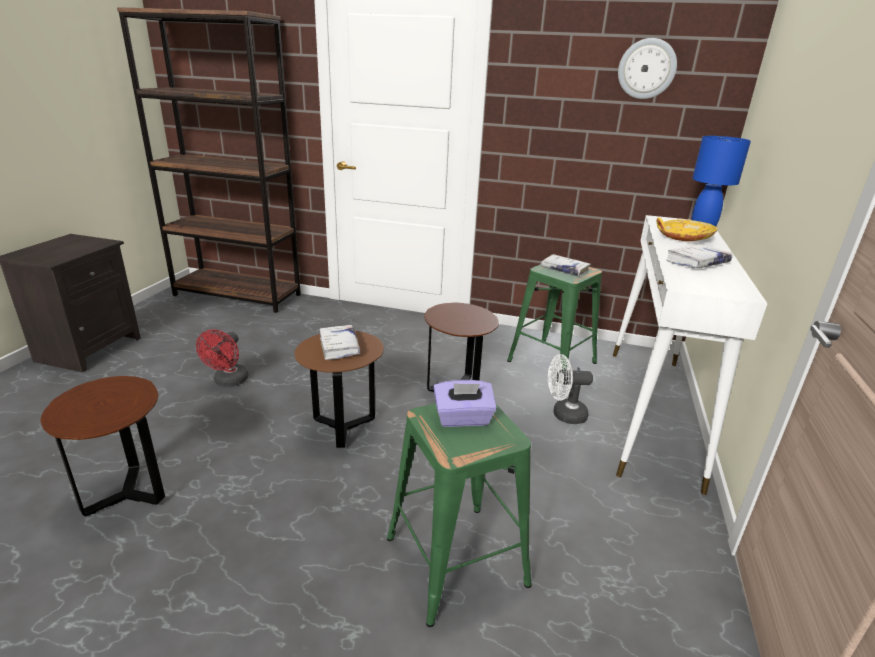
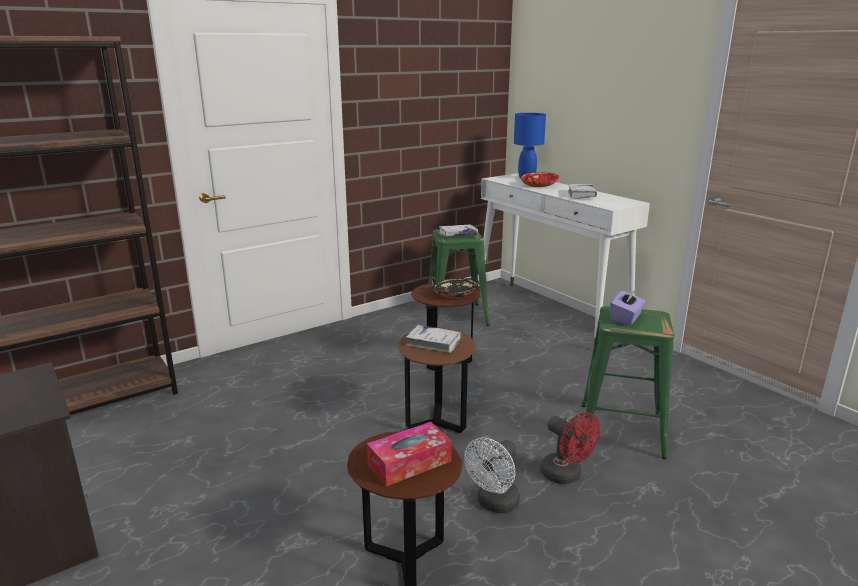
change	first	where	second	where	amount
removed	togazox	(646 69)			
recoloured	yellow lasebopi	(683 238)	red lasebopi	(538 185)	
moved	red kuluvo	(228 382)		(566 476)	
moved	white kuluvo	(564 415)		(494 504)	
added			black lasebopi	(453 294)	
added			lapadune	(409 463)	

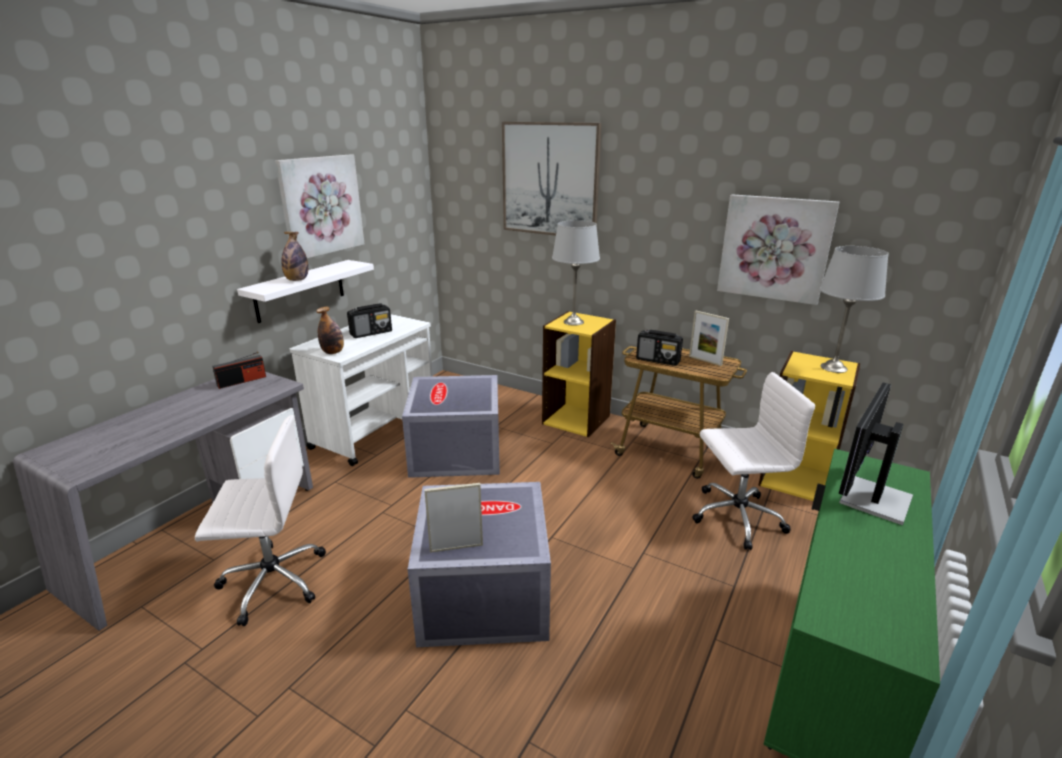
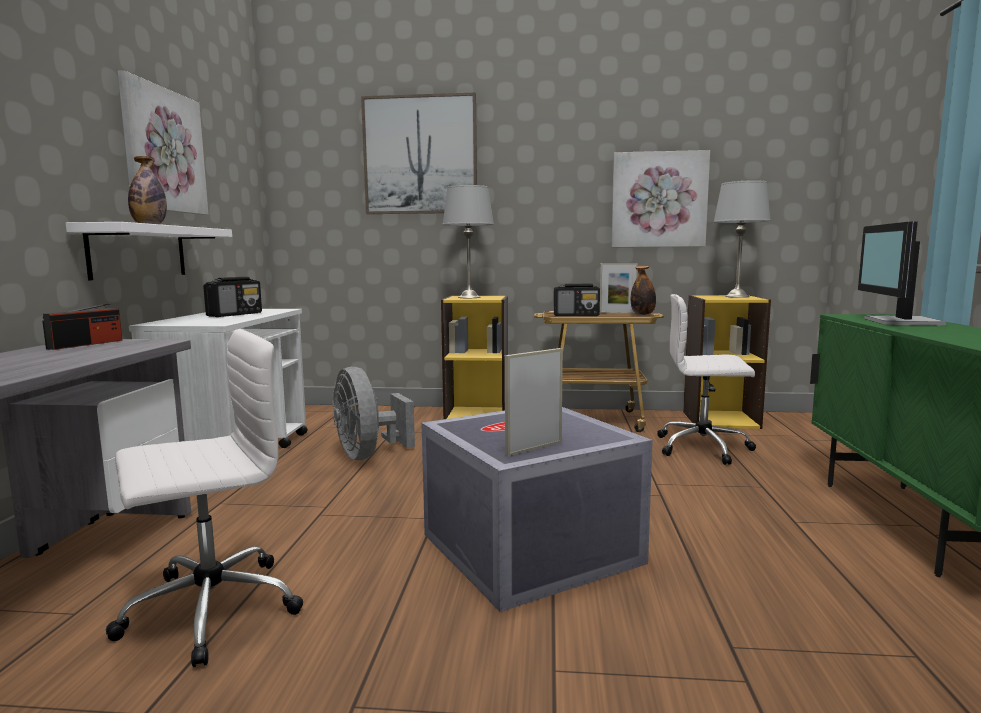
change	first	where	second	where	amount
moved	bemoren	(333 352)		(643 314)	
turned	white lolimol	(735 517)		(704 447)	135 degrees counterclockwise
replaced	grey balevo	(457 452)	grey kuluvo	(368 455)	

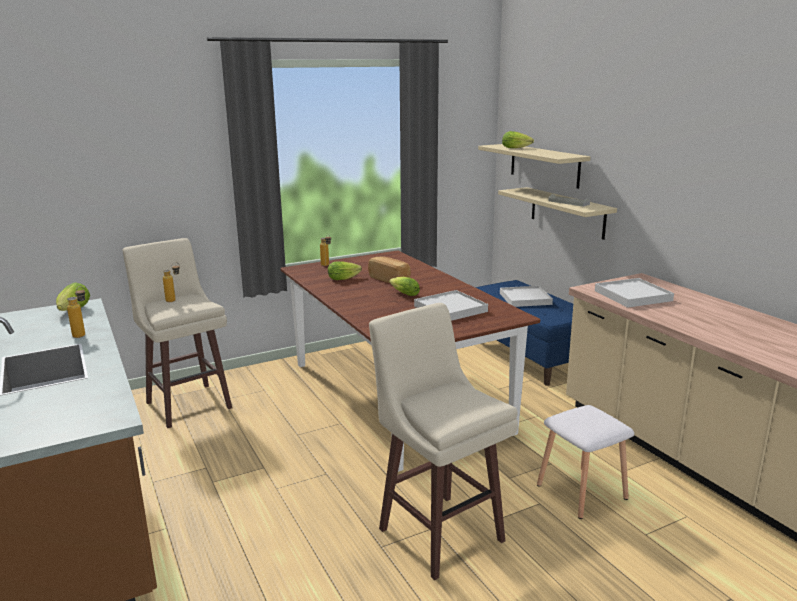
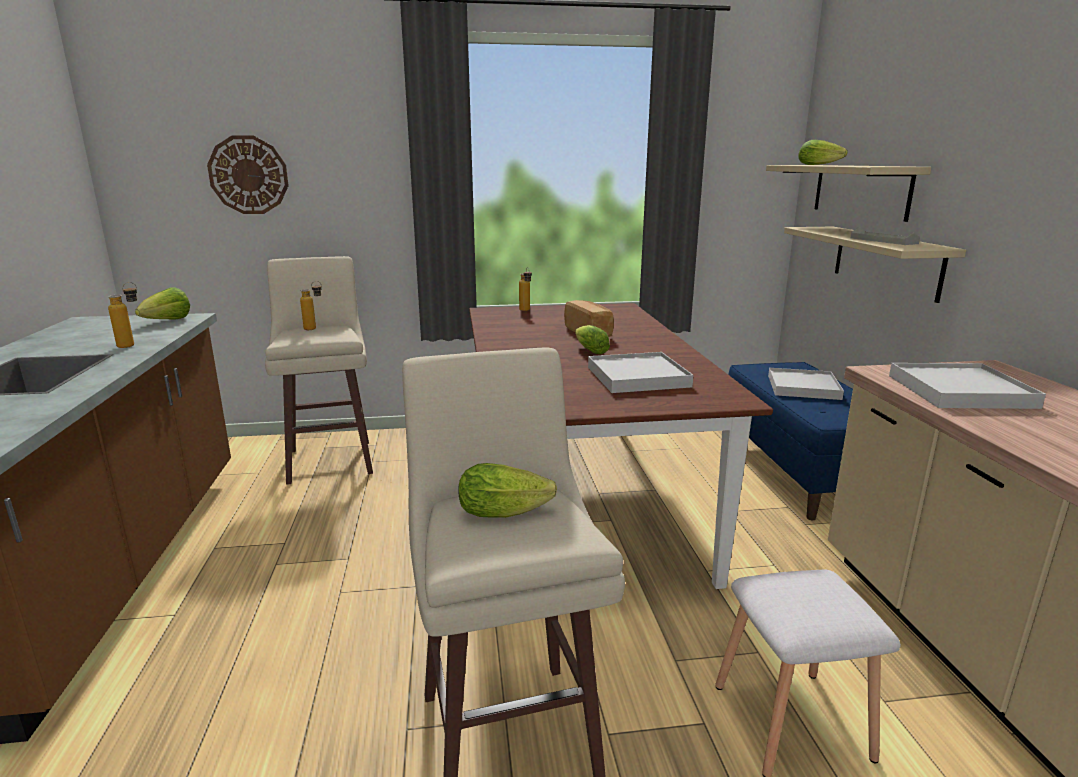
change	first	where	second	where	amount
moved	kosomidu	(345 278)		(508 511)	
added			togazox	(248 175)	

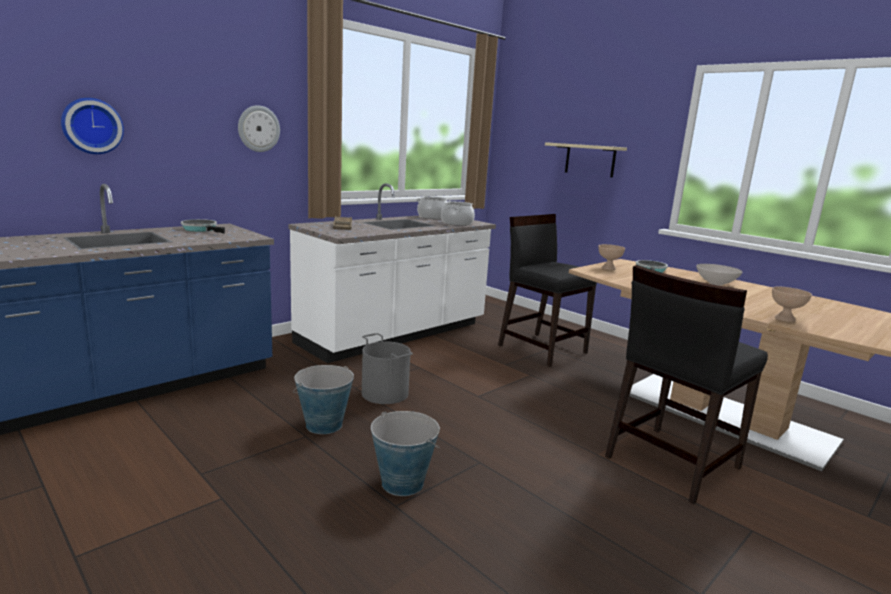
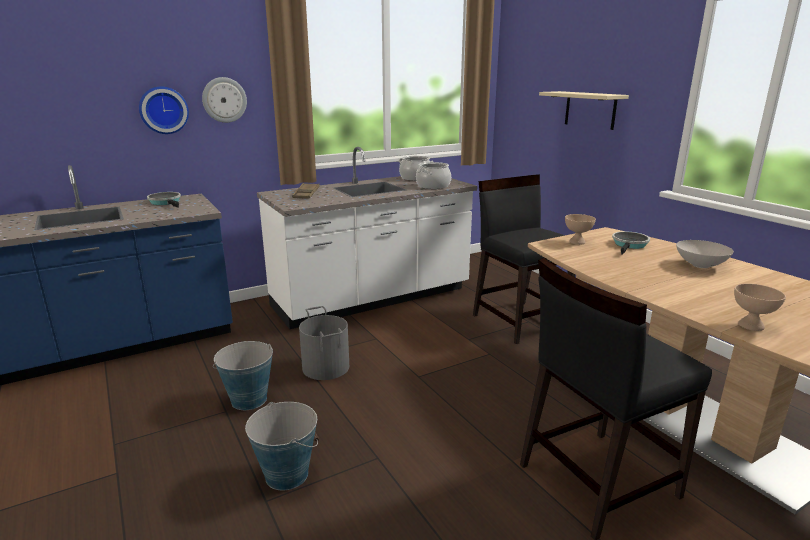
change	first	where	second	where	amount
moved	togazox	(92 126)		(163 110)	

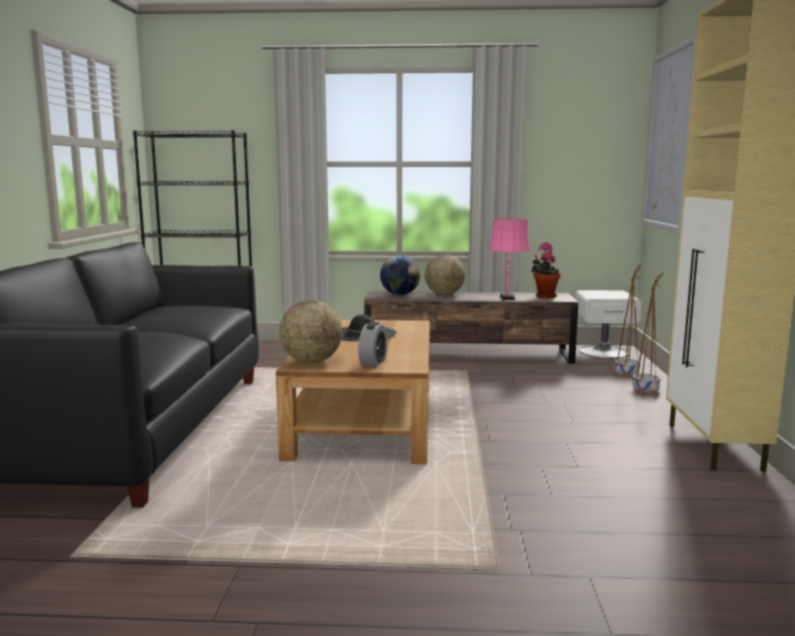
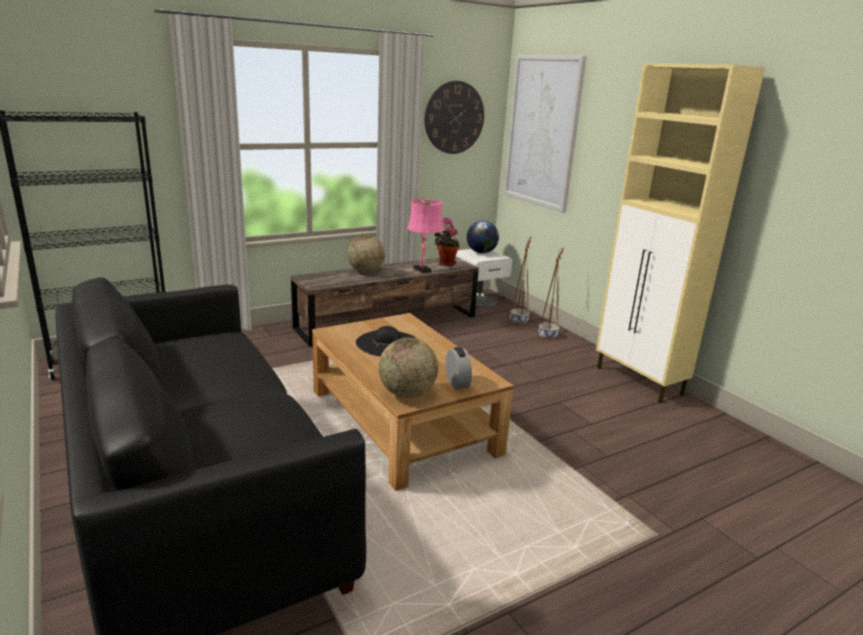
change	first	where	second	where	amount
moved	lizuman	(400 295)		(481 252)	
added			togazox	(454 117)	

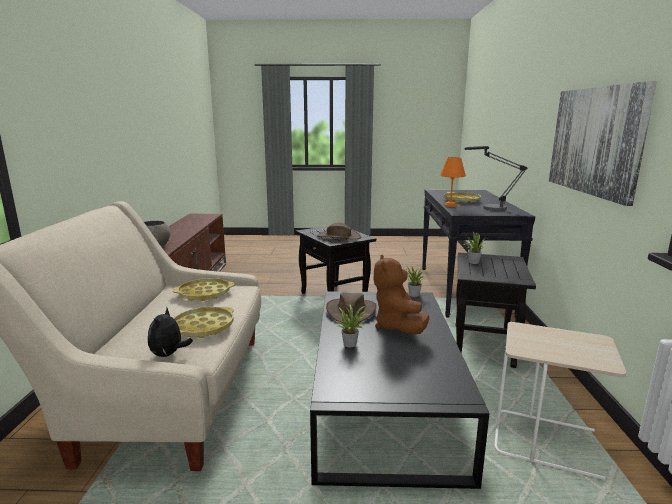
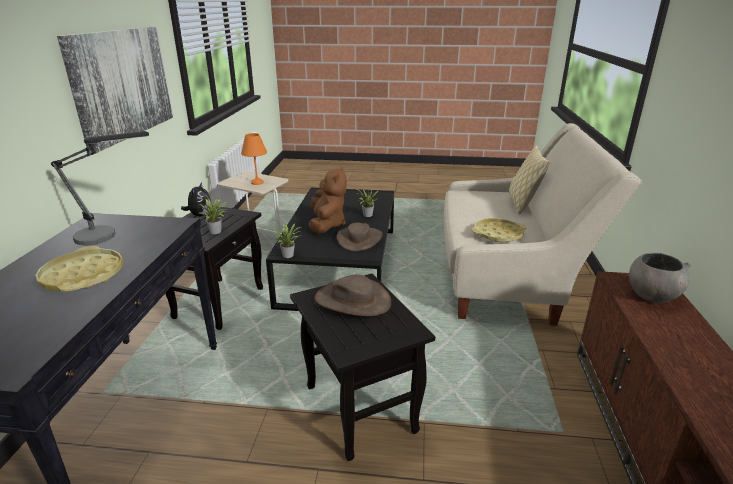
change	first	where	second	where	amount
moved	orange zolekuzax	(451 205)		(256 182)	
moved	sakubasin	(169 354)		(200 215)	
removed	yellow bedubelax	(203 327)			
added			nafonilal	(522 204)	

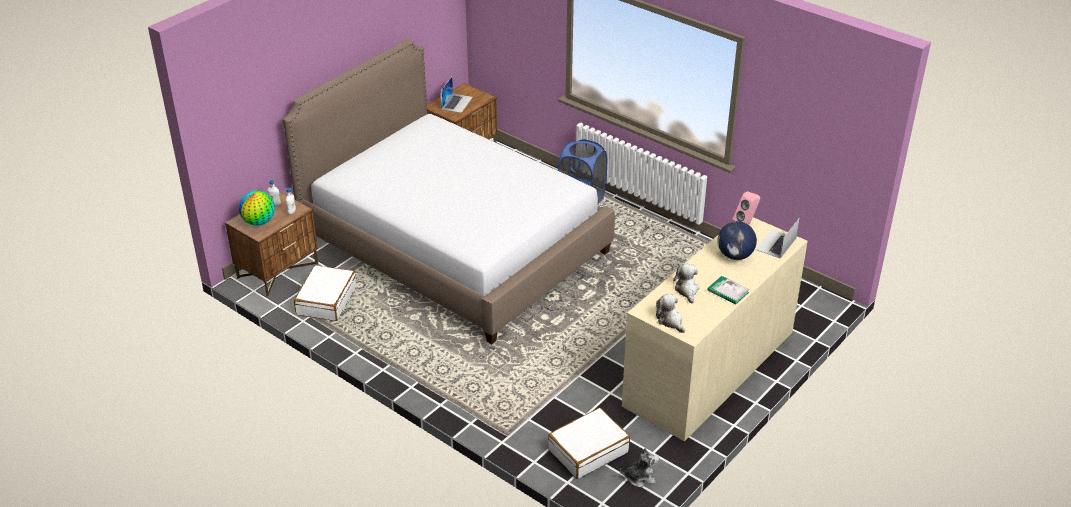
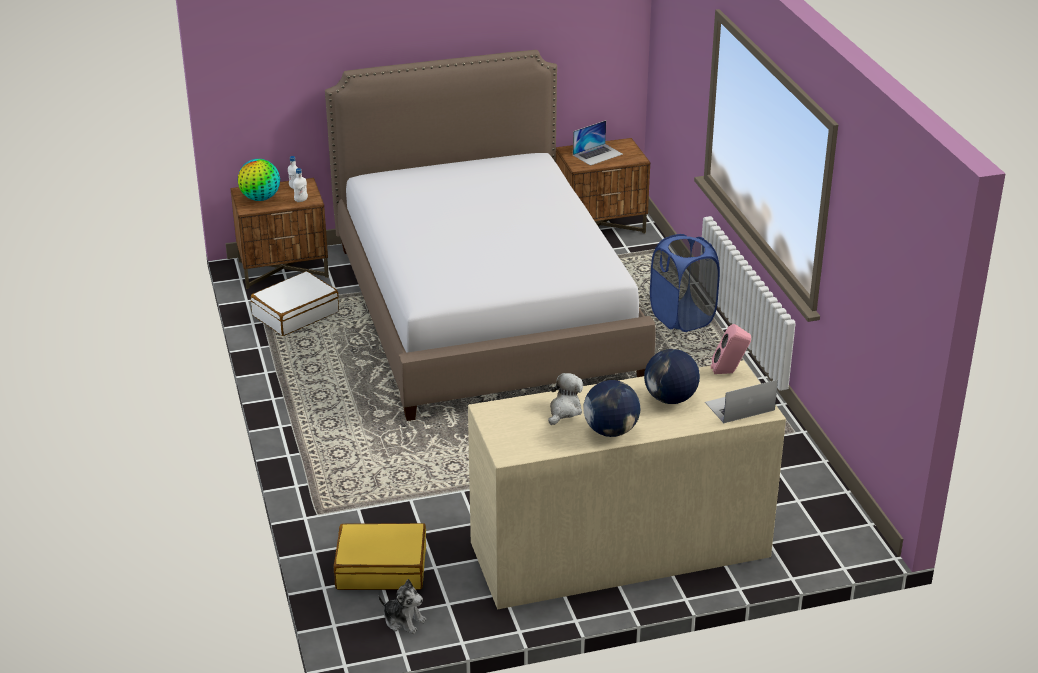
change	first	where	second	where	amount
replaced	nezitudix	(728 291)	lizuman	(611 431)	
removed	sakubasin	(670 321)			
recoloured	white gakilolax	(588 450)	yellow gakilolax	(381 568)	

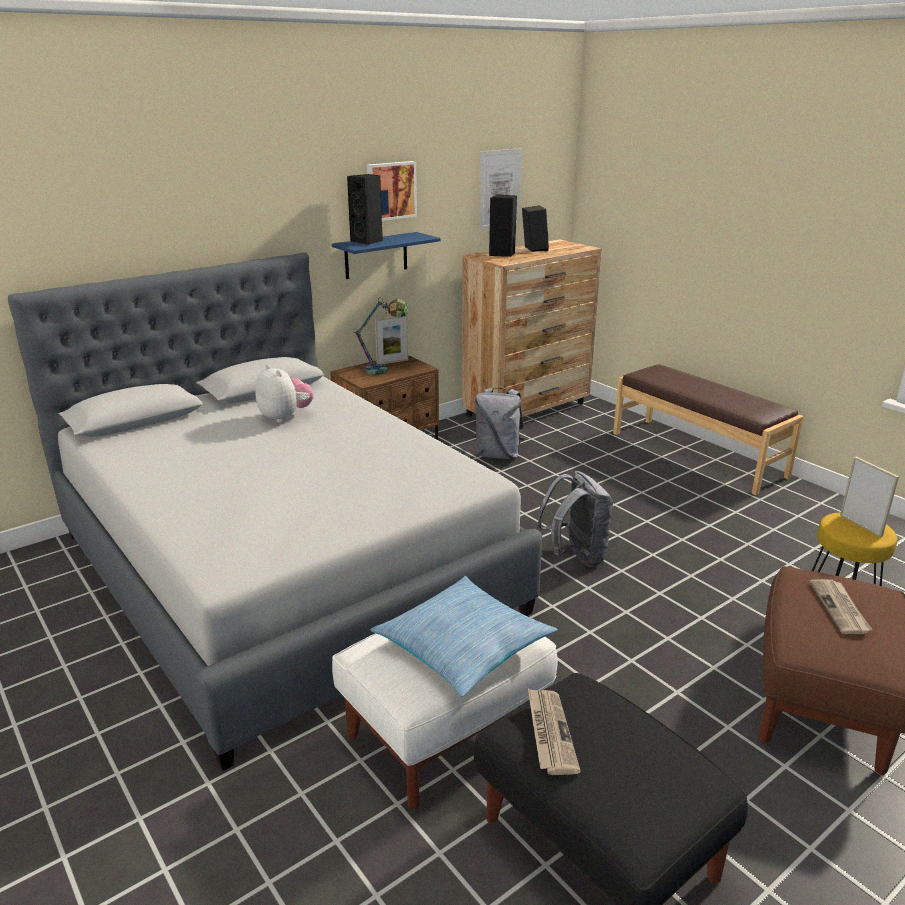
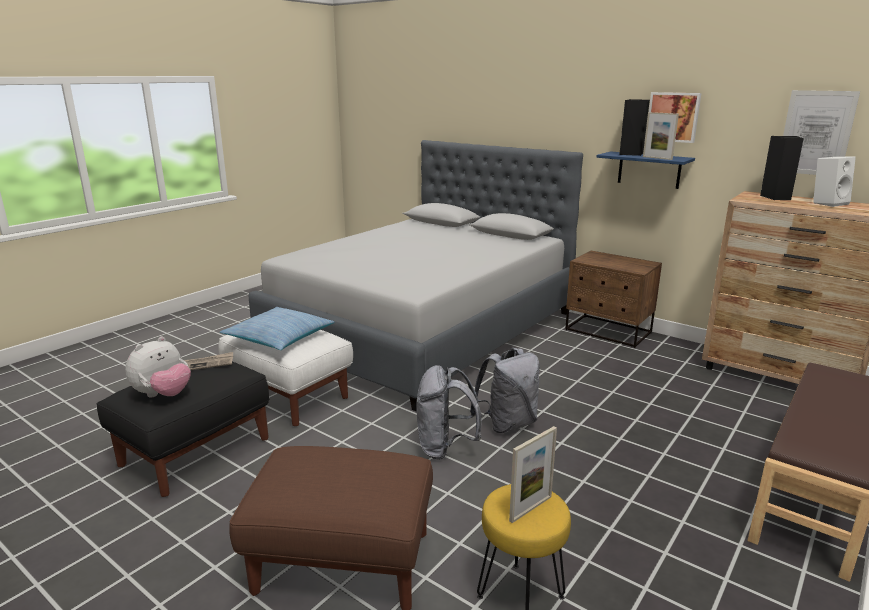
change	first	where	second	where	amount
recoloured	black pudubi	(533 249)	white pudubi	(828 203)	
removed	zolekuzax	(383 370)			
moved	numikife	(392 362)		(657 158)	
moved	sakubasin	(285 417)		(163 395)	
moved	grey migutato	(498 455)		(445 447)	
removed	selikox	(840 608)			

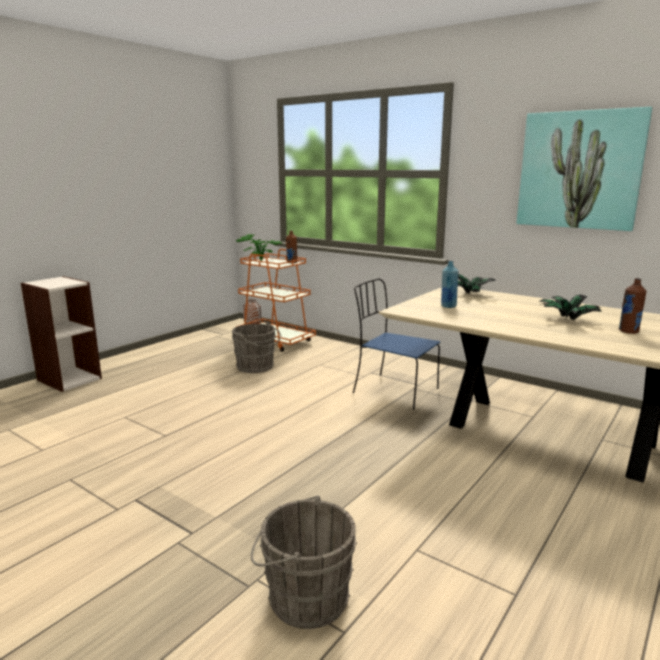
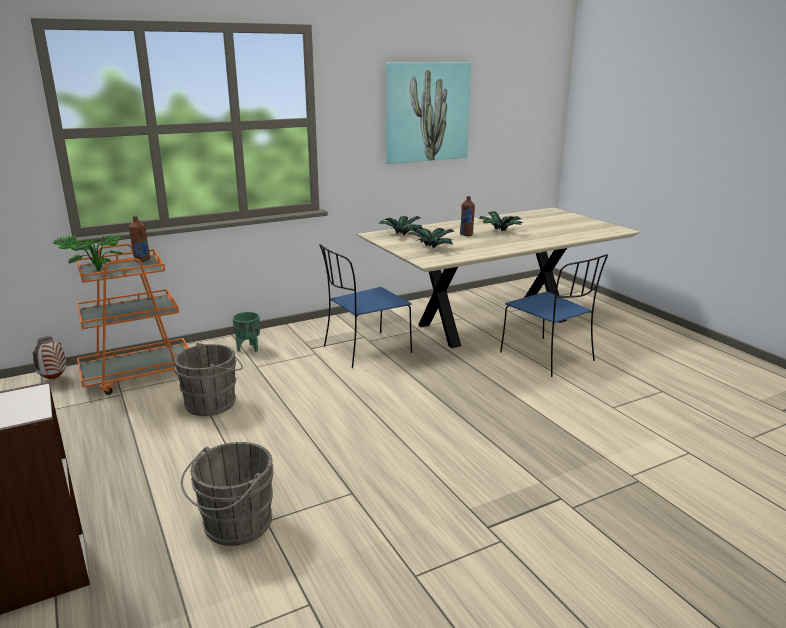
change	first	where	second	where	amount
replaced	blue bemoren	(448 306)	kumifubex	(431 247)	
moved	brown bemoren	(628 331)		(466 235)	
moved	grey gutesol	(303 597)		(234 526)	
added			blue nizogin	(548 357)	
added			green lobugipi	(249 348)	

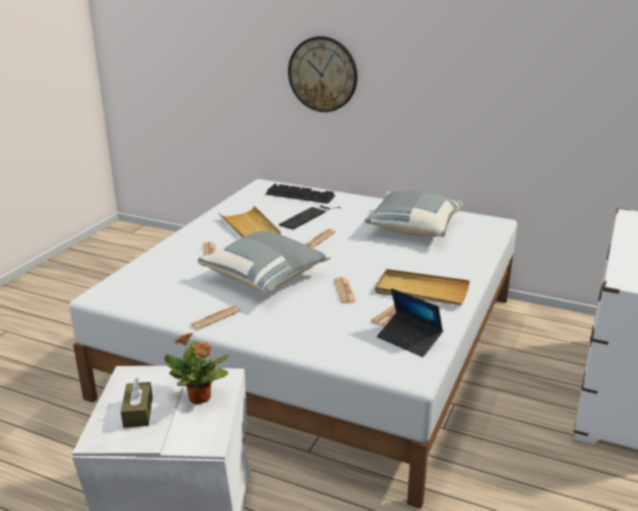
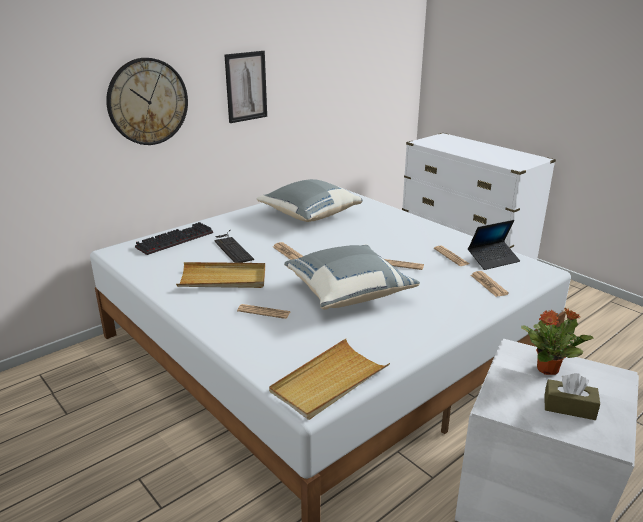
change	first	where	second	where	amount
moved	beige bedubelax	(421 291)		(329 382)	
moved	selikox	(215 318)		(488 284)	
added			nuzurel	(246 86)	

